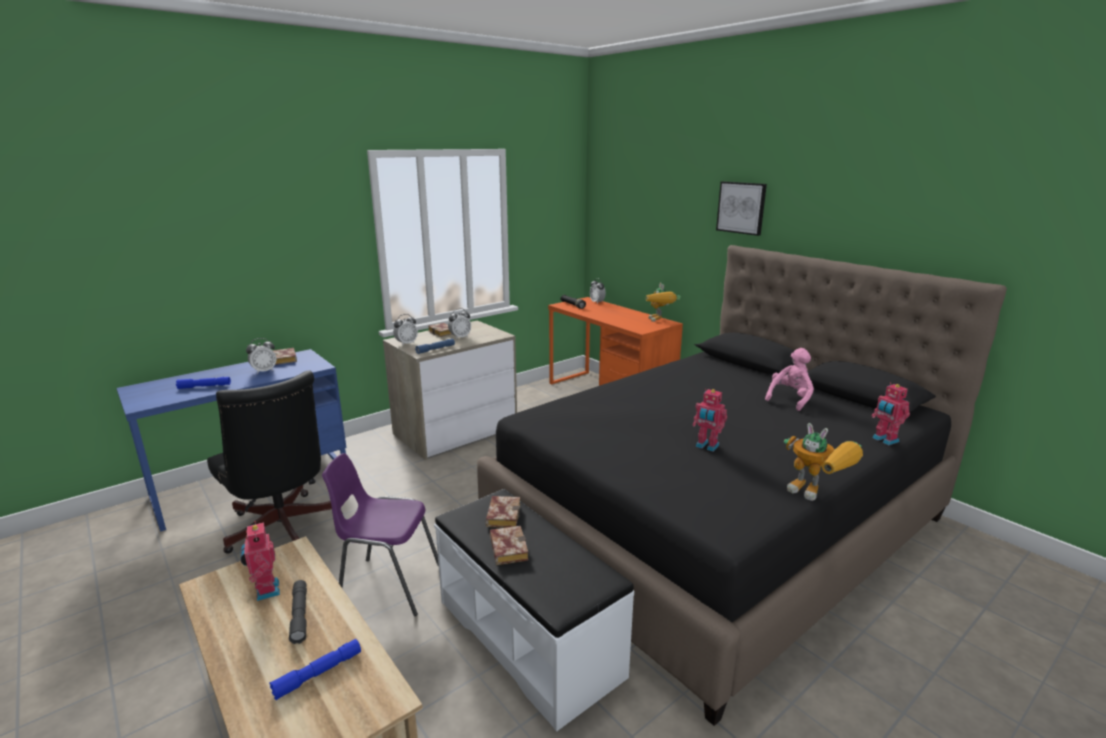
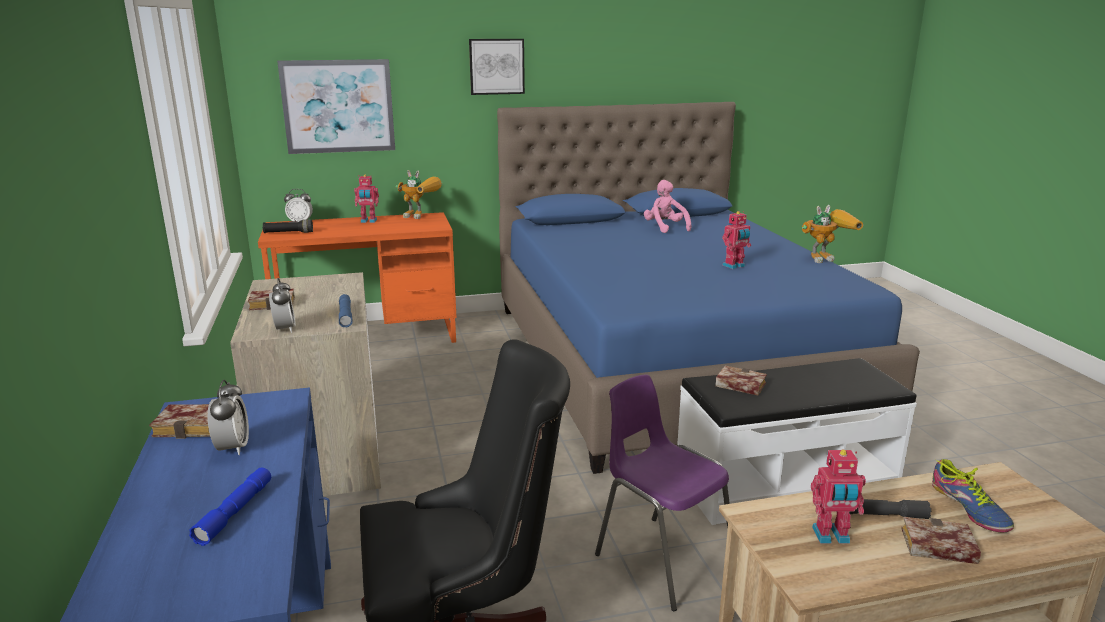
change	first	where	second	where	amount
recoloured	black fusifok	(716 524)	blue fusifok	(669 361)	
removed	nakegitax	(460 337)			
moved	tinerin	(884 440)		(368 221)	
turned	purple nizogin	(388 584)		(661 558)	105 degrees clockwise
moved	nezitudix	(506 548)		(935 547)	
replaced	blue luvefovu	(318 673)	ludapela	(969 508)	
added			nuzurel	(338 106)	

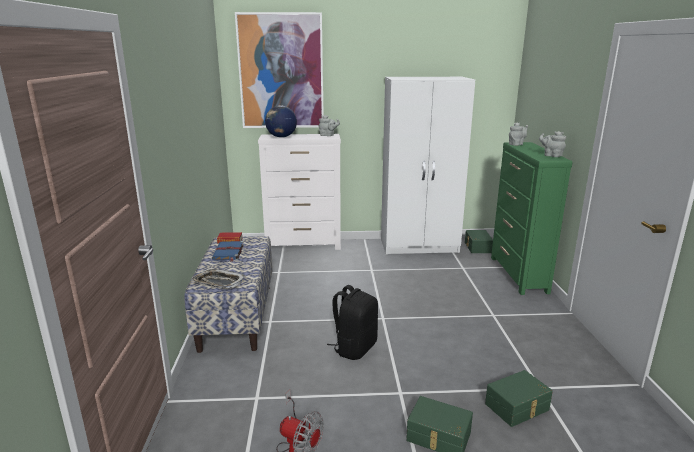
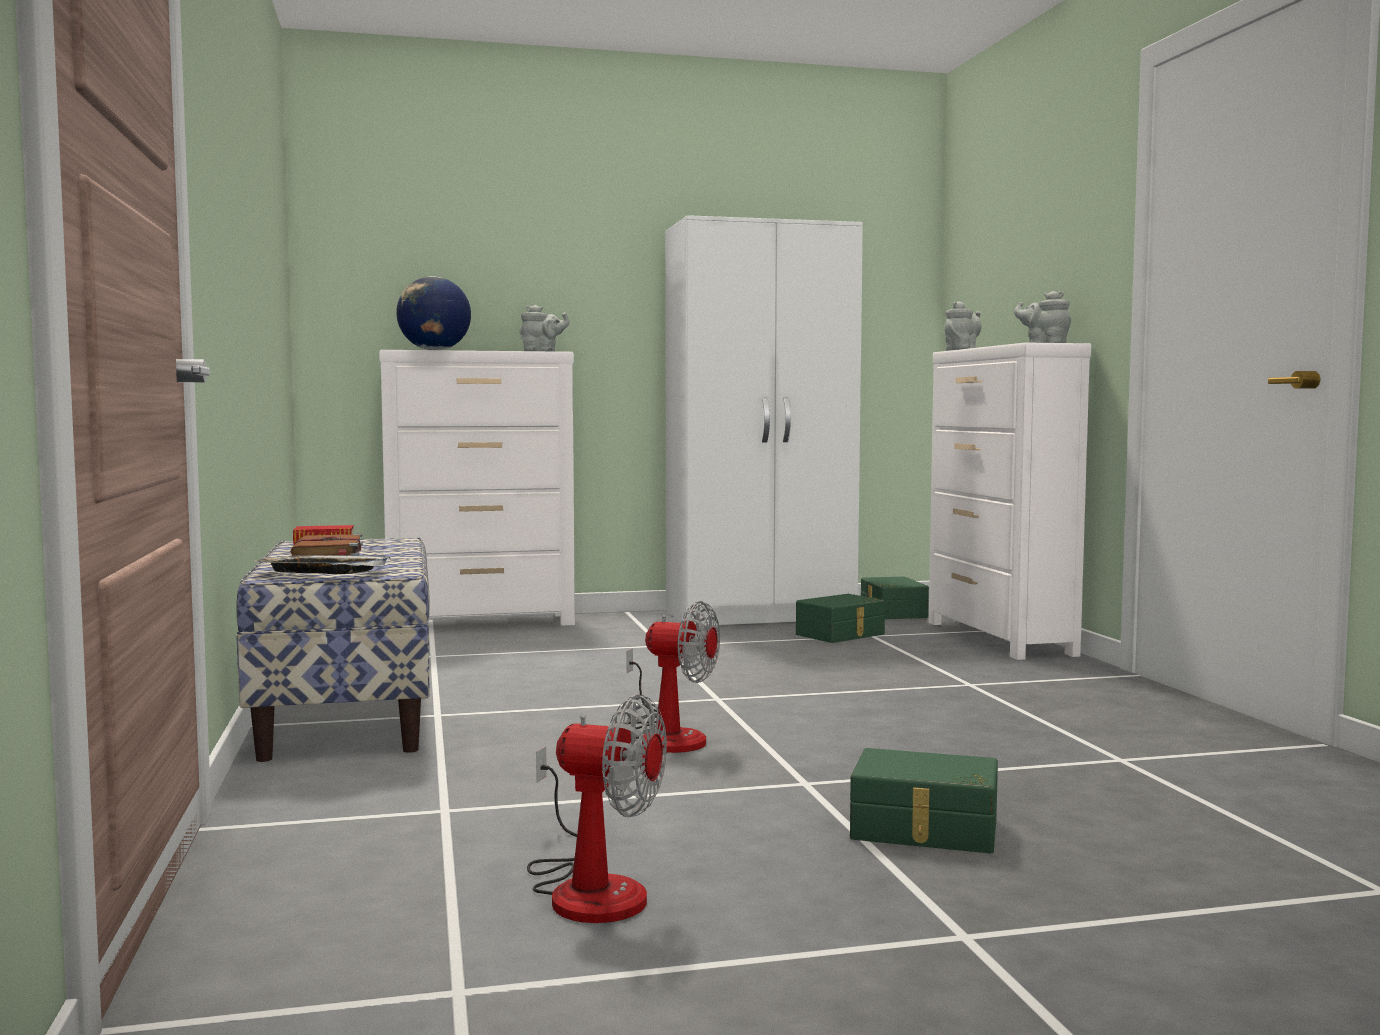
change	first	where	second	where	amount
removed	nuzurel	(281 72)			
recoloured	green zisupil	(518 275)	white zisupil	(999 638)	
recoloured	blue nezitudix	(228 252)	brown nezitudix	(328 551)	
replaced	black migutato	(354 348)	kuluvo	(667 736)	
moved	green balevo	(518 407)		(841 634)	

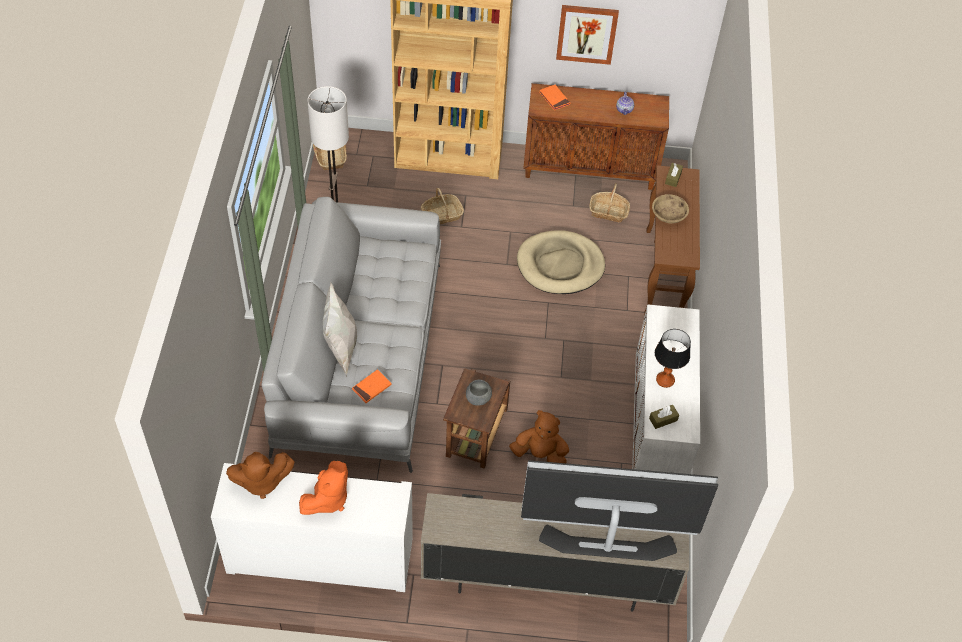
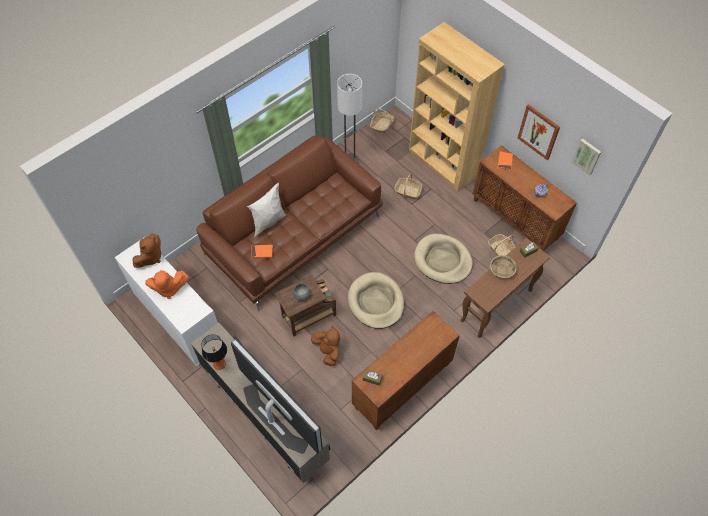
change	first	where	second	where	amount
recoloured	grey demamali	(360 354)	brown demamali	(294 234)	
recoloured	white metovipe	(657 429)	brown metovipe	(402 386)	
moved	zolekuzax	(665 380)		(219 364)	
turned	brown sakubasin	(261 482)		(150 257)	90 degrees counterclockwise
added			nuzurel	(587 156)	
added			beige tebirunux	(376 302)	

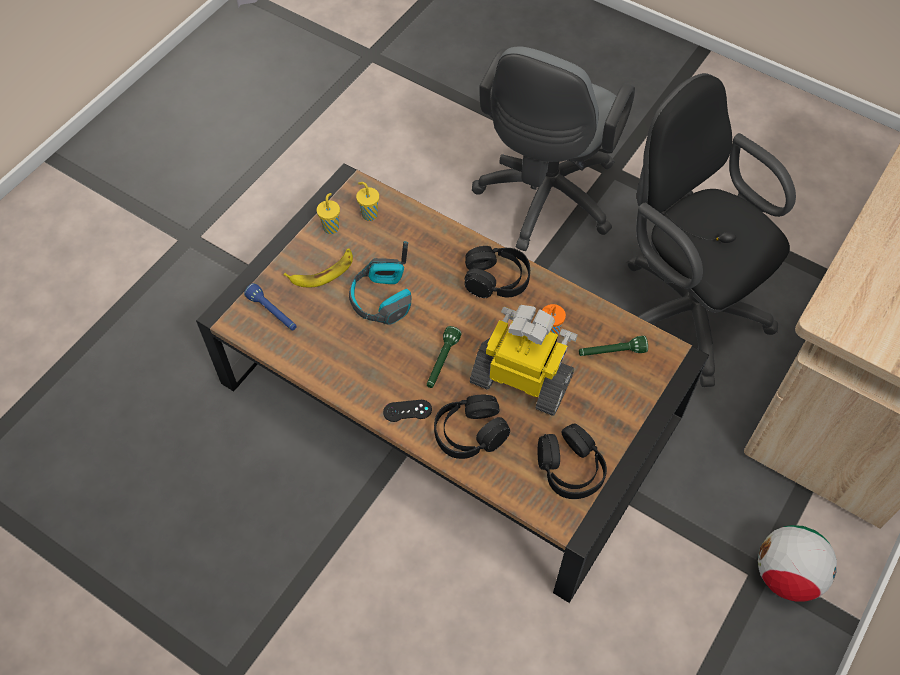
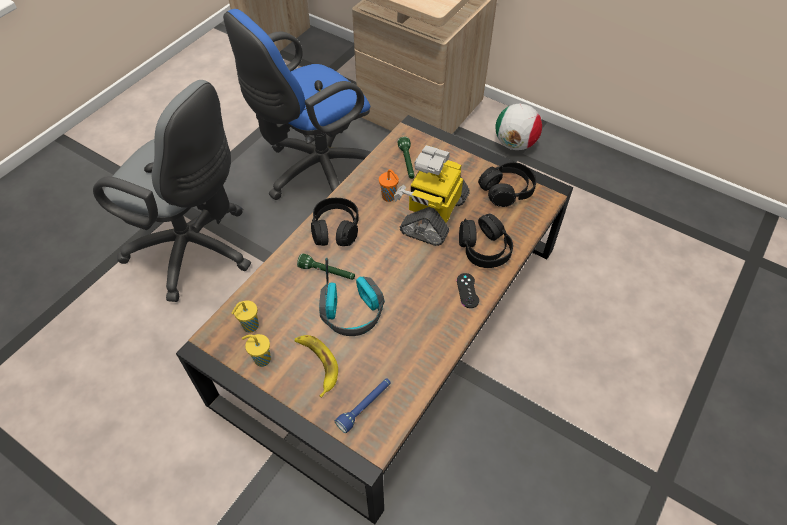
change	first	where	second	where	amount
recoloured	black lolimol	(682 308)	blue lolimol	(317 173)	
moved	green luvefovu	(442 362)		(327 272)	

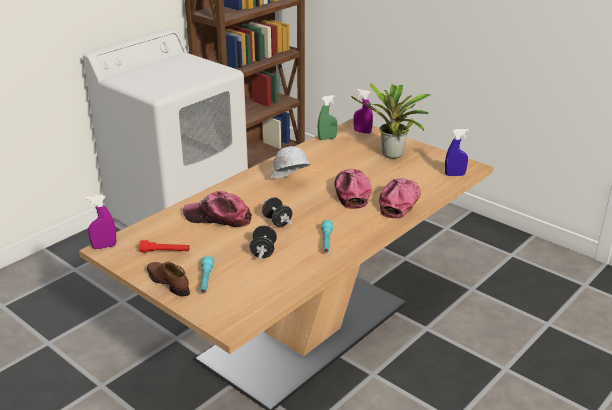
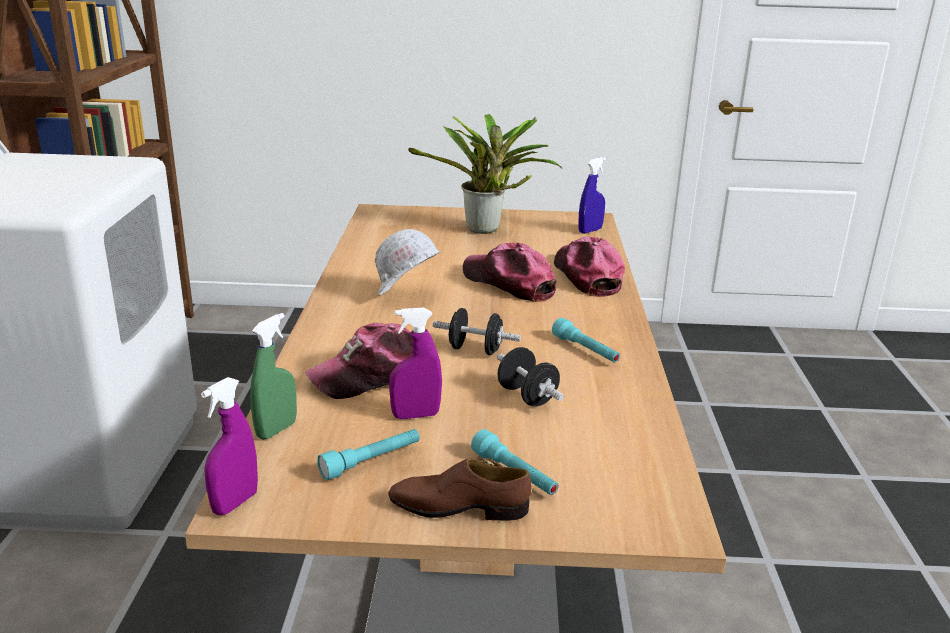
change	first	where	second	where	amount
moved	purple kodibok	(362 132)		(415 415)	
moved	green kodibok	(327 138)		(276 430)	
recoloured	red luvefovu	(165 252)	turquoise luvefovu	(371 462)	

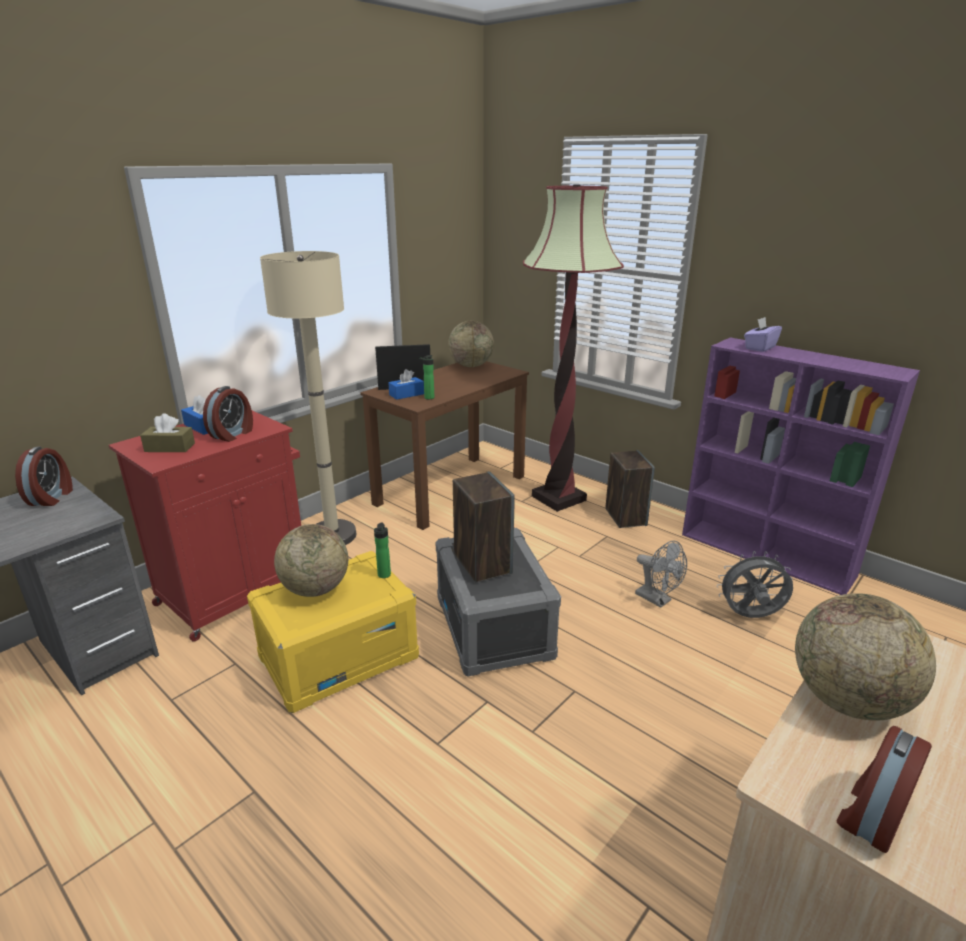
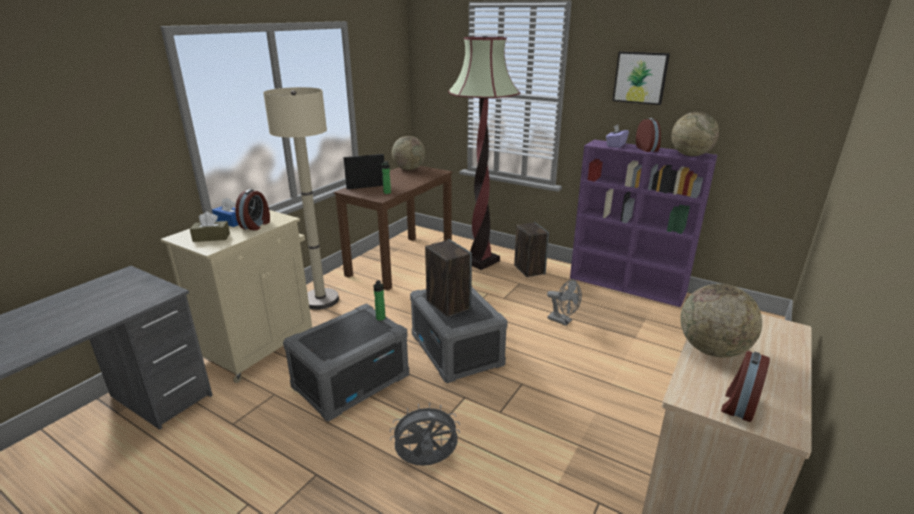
change	first	where	second	where	amount
removed	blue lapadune	(406 394)			
recoloured	red metovipe	(237 591)	beige metovipe	(259 345)	
moved	nakegitax	(52 497)		(647 149)	
moved	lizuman	(315 589)		(690 155)	
recoloured	yellow balevo	(339 657)	grey balevo	(351 381)	
moved	grey kuluvo	(750 617)		(426 463)	
added			nuzurel	(640 77)	

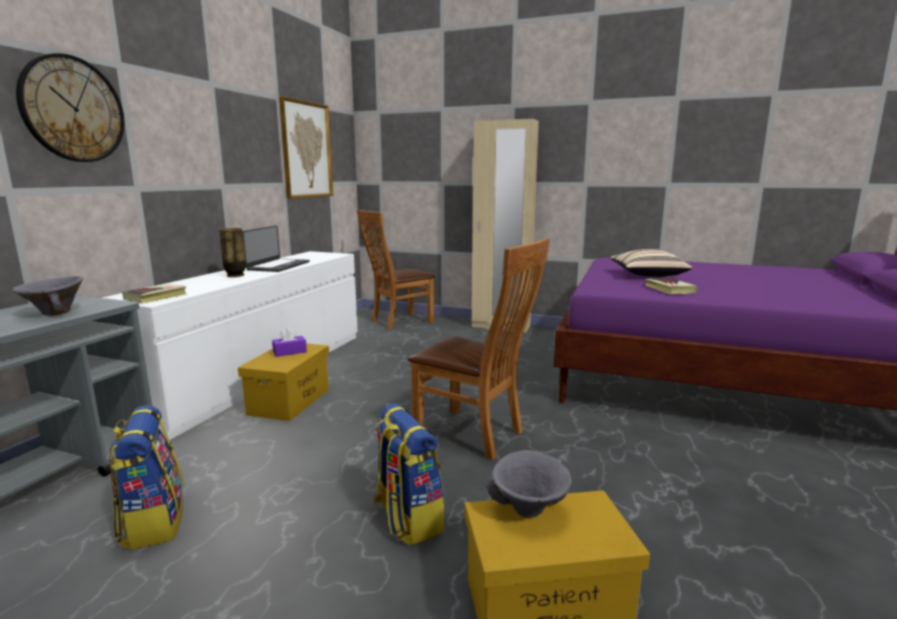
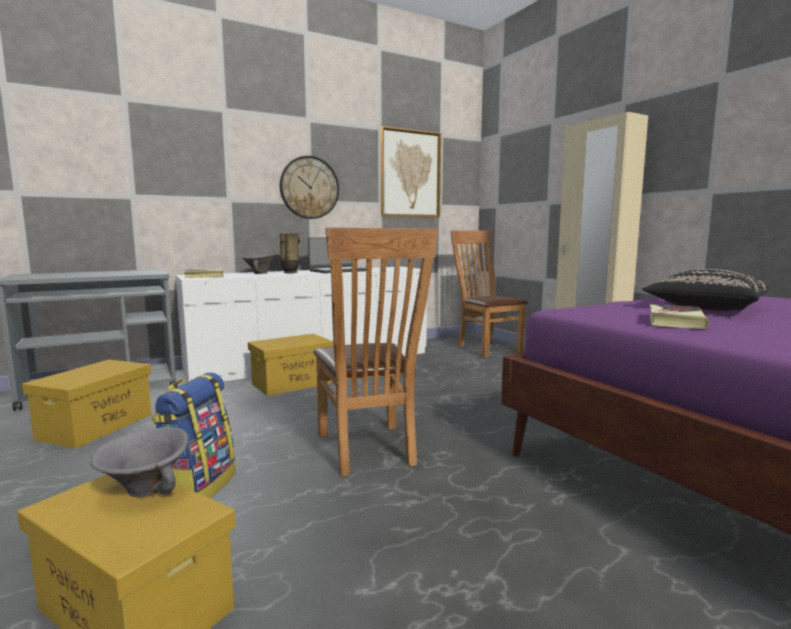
change	first	where	second	where	amount
moved	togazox	(73 109)		(309 187)	
turned	brown nizogin	(398 322)		(486 348)	60 degrees clockwise
recoloured	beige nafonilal	(647 275)	black nafonilal	(704 308)	
moved	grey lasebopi	(53 313)		(259 273)	
removed	purple lapadune	(290 352)			
replaced	migutato	(152 522)	yellow balevo	(97 426)	

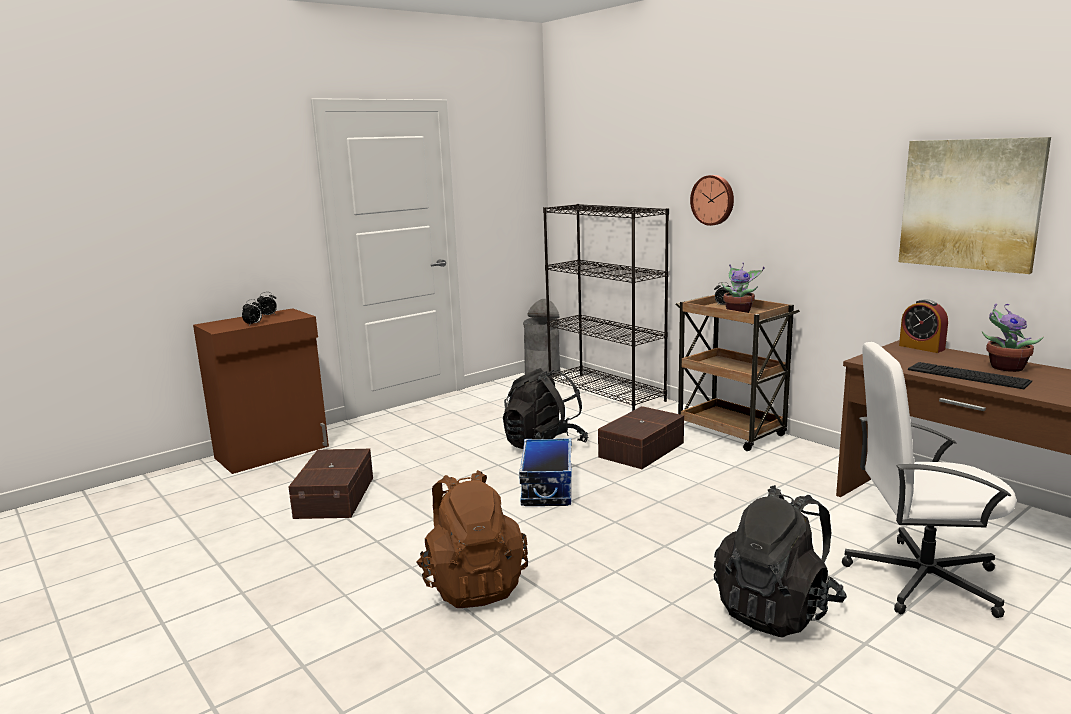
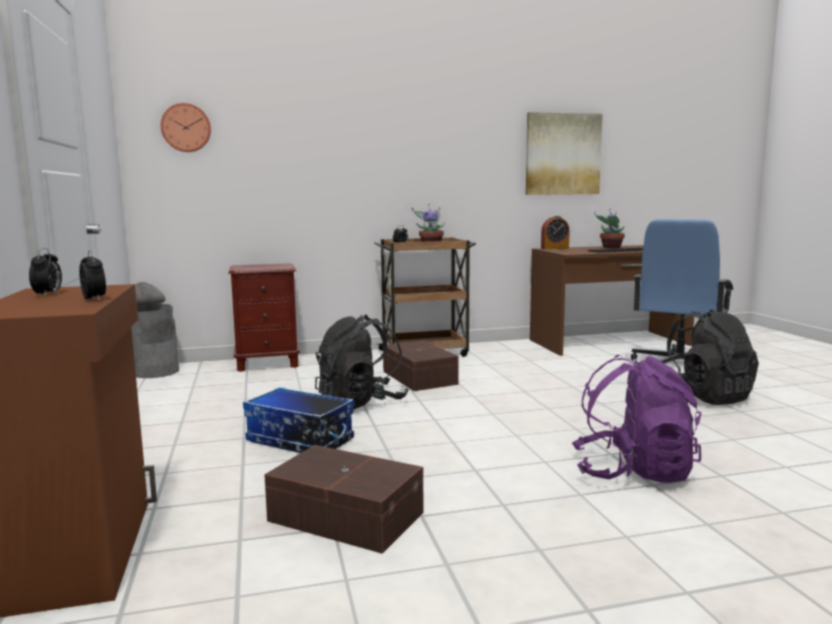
change	first	where	second	where	amount
moved	togazox	(713 200)		(186 128)	
replaced	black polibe	(606 392)	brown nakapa	(267 364)	
recoloured	white lolimol	(920 579)	blue lolimol	(678 365)	
moved	balevo	(546 488)		(299 441)	
recoloured	brown migutato	(473 585)	purple migutato	(633 472)	

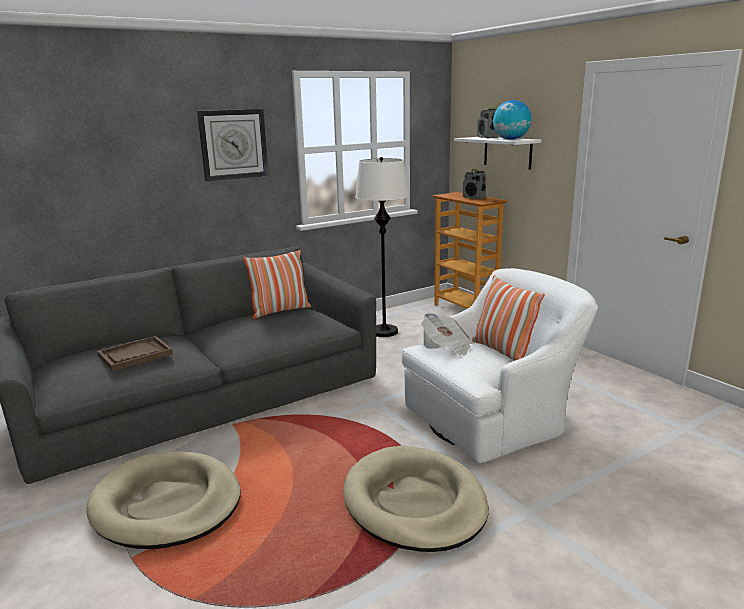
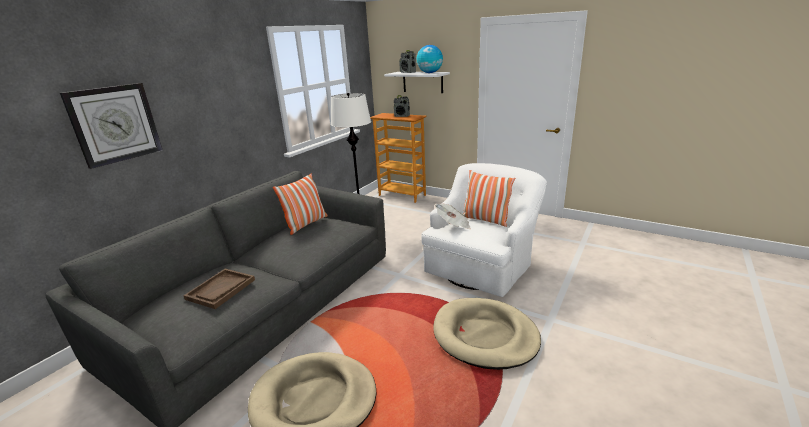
change	first	where	second	where	amount
moved	togazox	(233 144)		(115 124)	

